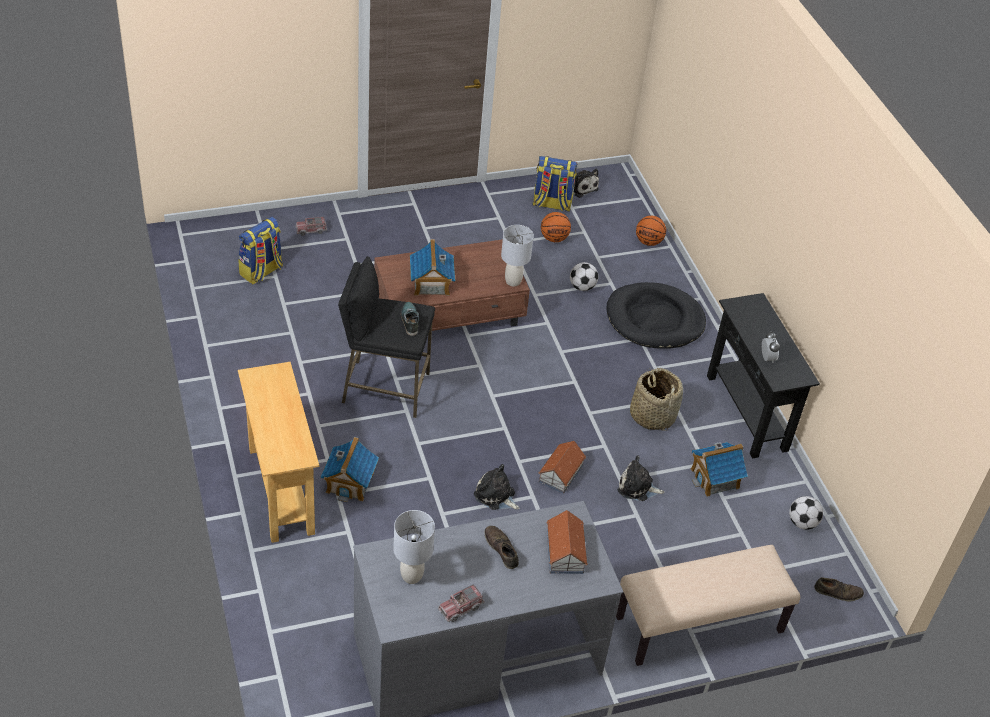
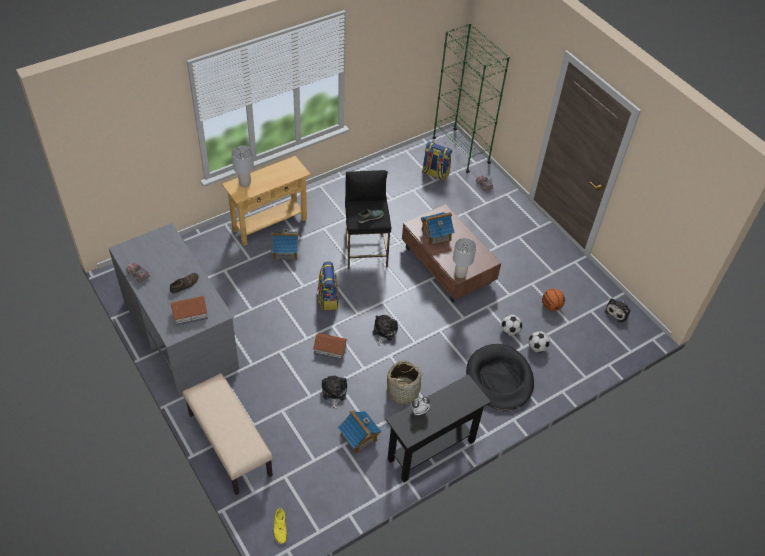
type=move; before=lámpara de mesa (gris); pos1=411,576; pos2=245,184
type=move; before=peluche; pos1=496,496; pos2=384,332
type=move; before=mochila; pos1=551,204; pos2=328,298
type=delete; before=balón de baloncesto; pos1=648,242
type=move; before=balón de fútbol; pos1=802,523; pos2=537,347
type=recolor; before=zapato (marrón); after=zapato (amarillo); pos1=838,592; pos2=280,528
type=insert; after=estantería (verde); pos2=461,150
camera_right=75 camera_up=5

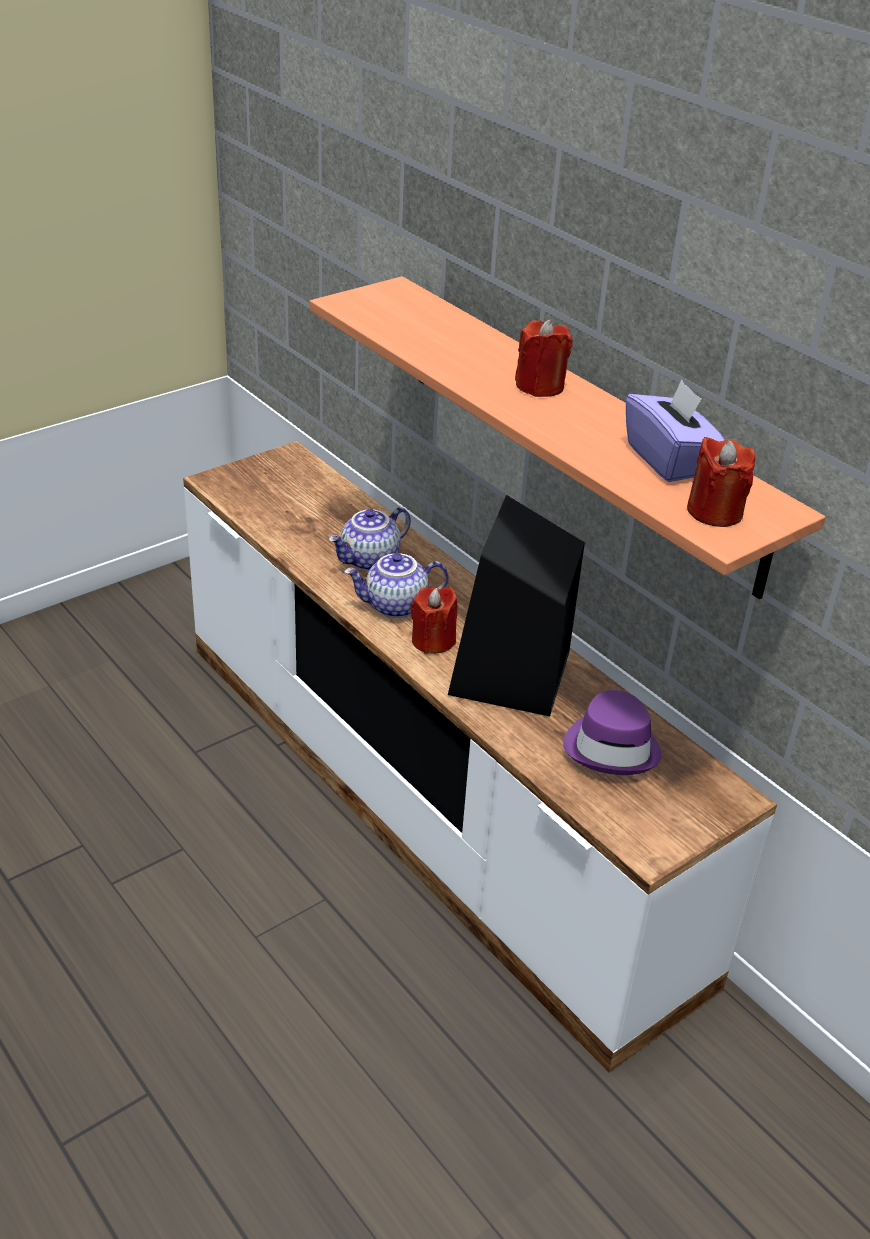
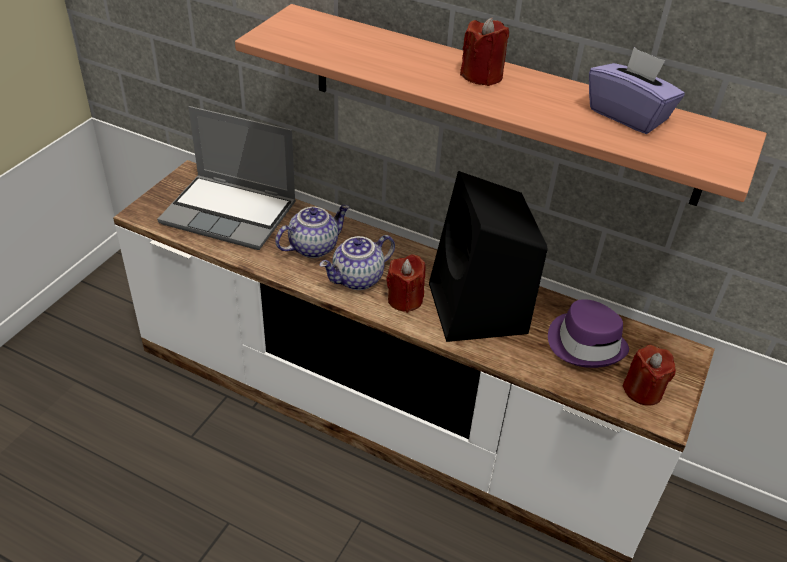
type=rotate; before=tetera; pos1=370,561; pos2=313,246; turn=-150
type=move; before=vela (rojo); pos1=714,512; pos2=643,390
type=insert; after=portátil; pos2=231,213
camera_right=-25 camera_up=5

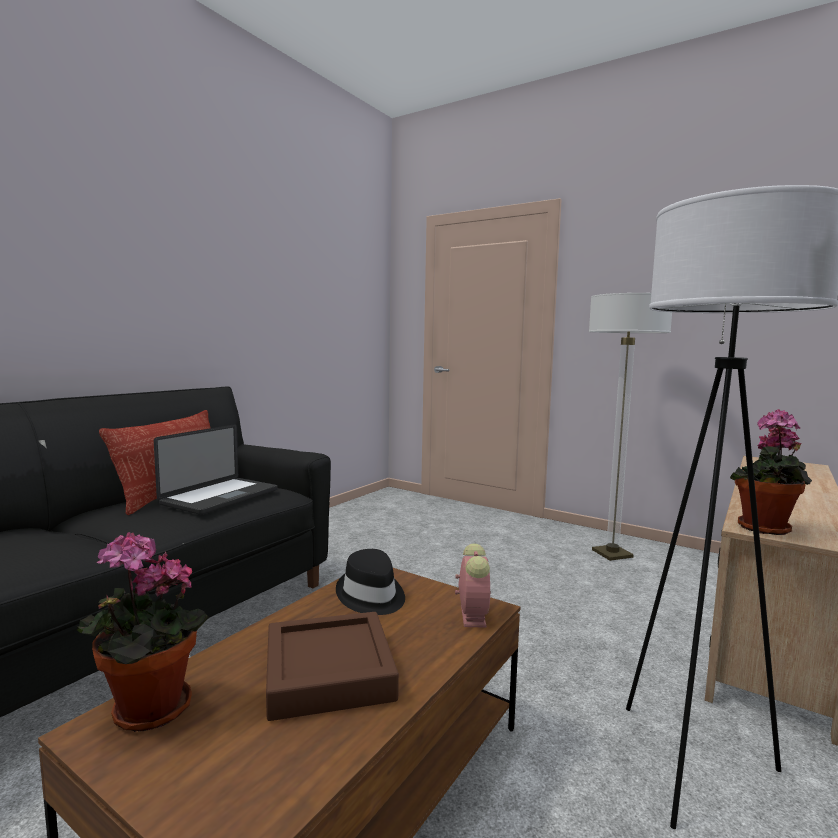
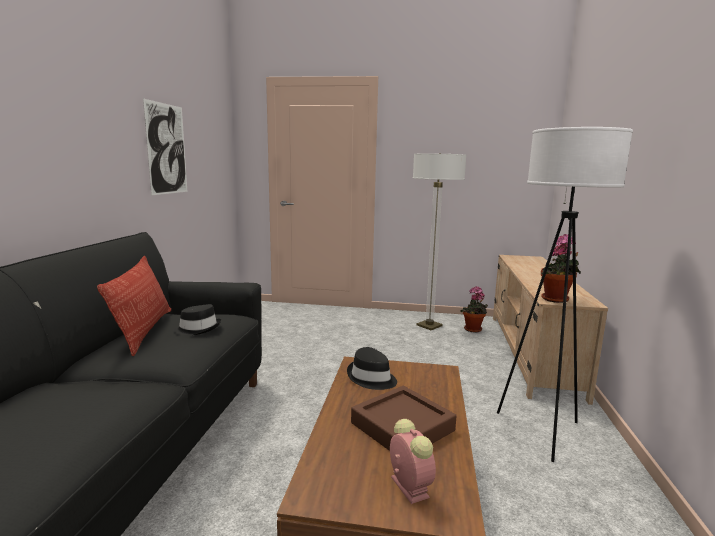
type=move; before=planta en maceta; pos1=146,713; pos2=473,330
type=replace; before=portátil; after=sombrero (negro); pos1=220,497; pos2=198,329
type=move; before=despertador; pos1=472,615; pos2=408,486
type=insert; after=cuadro; pos2=167,149
camera_right=-25 camera_up=5

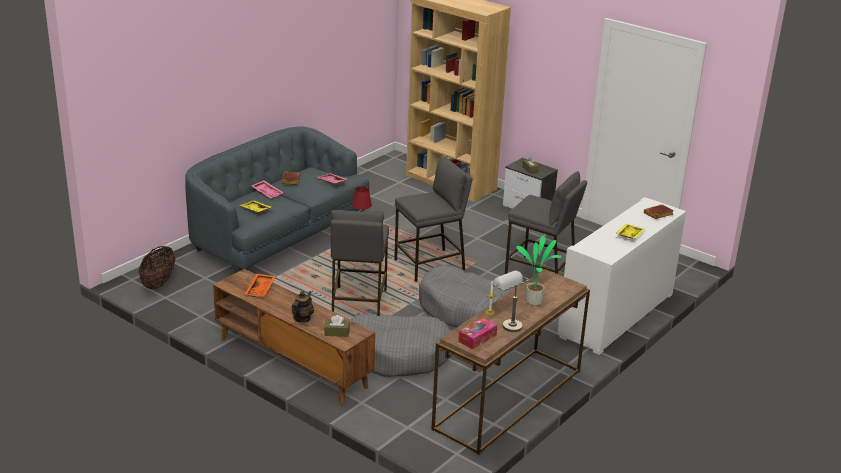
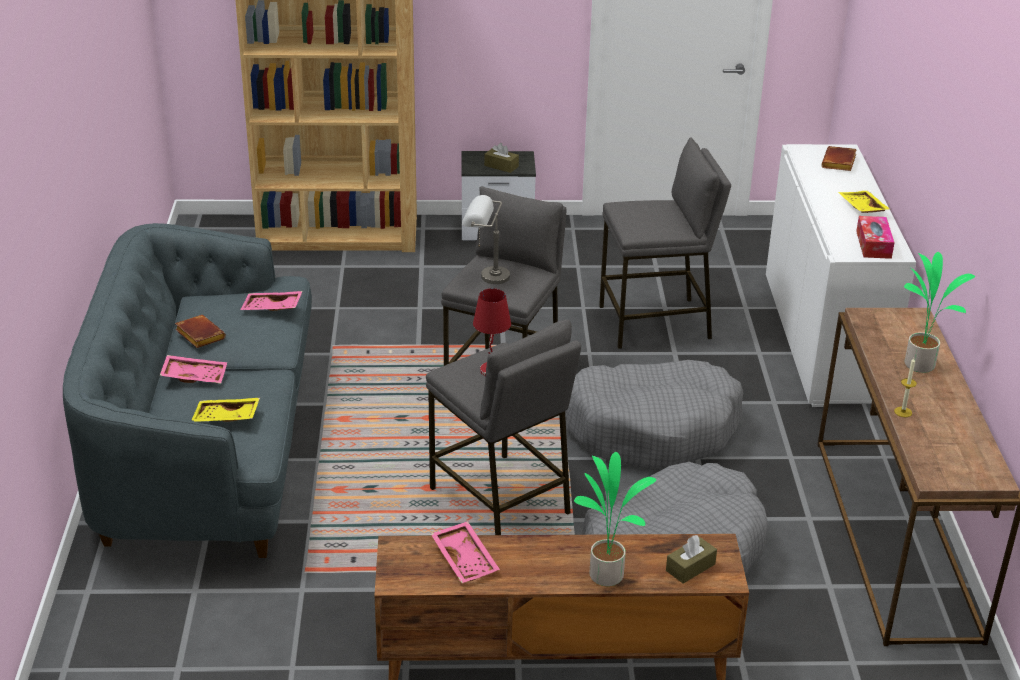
type=delete; before=cesta; pos1=158,282
type=recolor; before=bandeja (naranja); after=bandeja (rosa); pos1=261,289; pos2=466,559
type=replace; before=tetera; after=planta en maceta; pos1=302,319; pos2=607,574
type=move; before=caja de pañuelos; pos1=477,338; pos2=873,244
type=move; before=lámpara de mesa (gris); pos1=507,324; pos2=485,276
camera_right=-40 camera_up=5

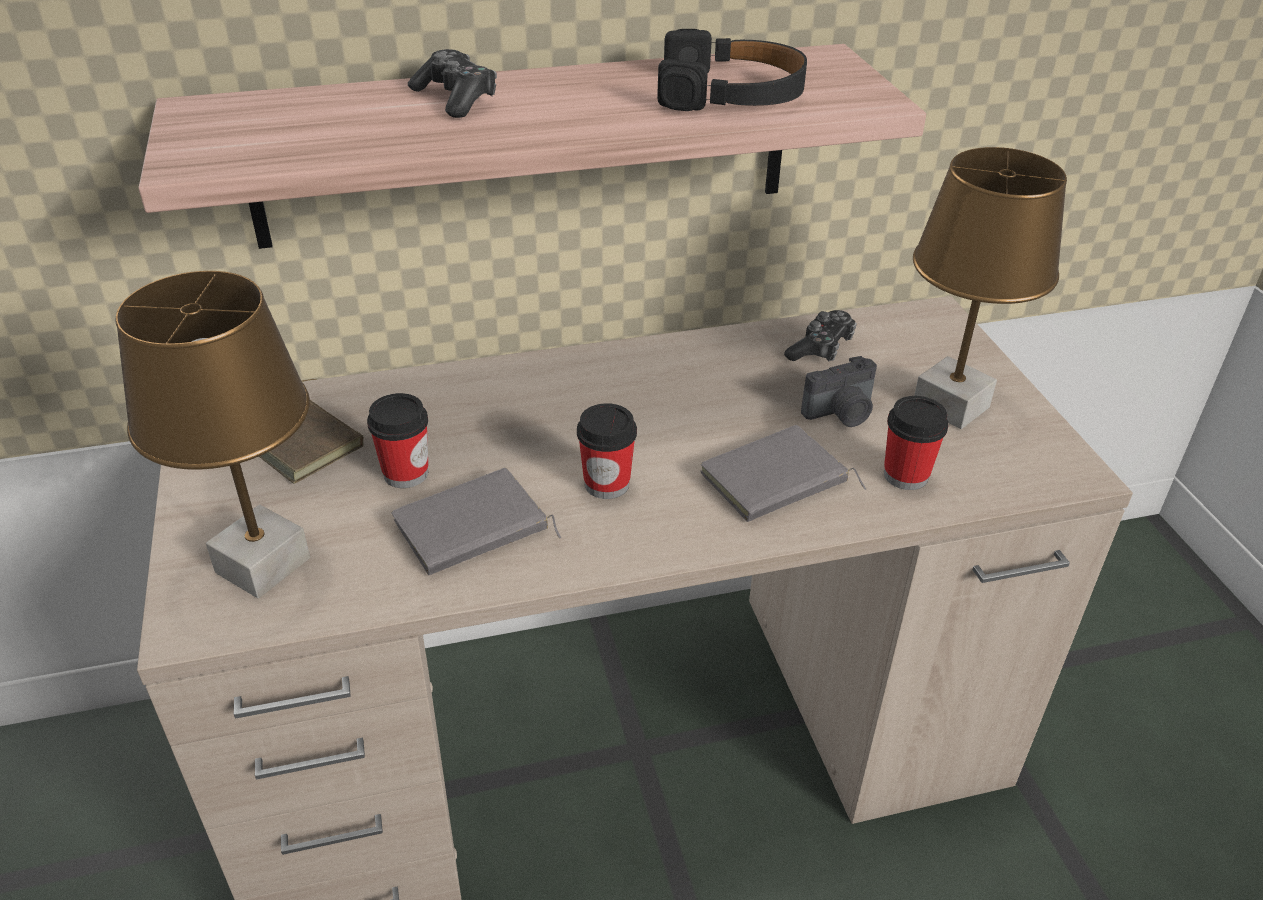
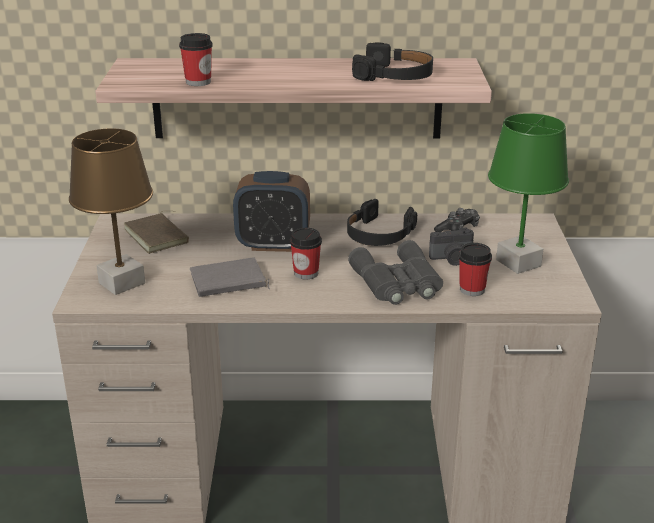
type=move; before=taza; pos1=406,473; pos2=198,82
type=delete; before=mando de consola; pos1=456,98
type=replace; before=libro (gris); after=prismáticos (gris); pos1=775,482; pos2=397,283
type=recolor; before=lámpara de mesa (marrón); after=lámpara de mesa (verde); pos1=952,406; pos2=519,263
type=insert; after=despertador; pos2=273,245
type=insert; after=auriculares (negro); pos2=379,234
camera_right=15 camera_up=-10

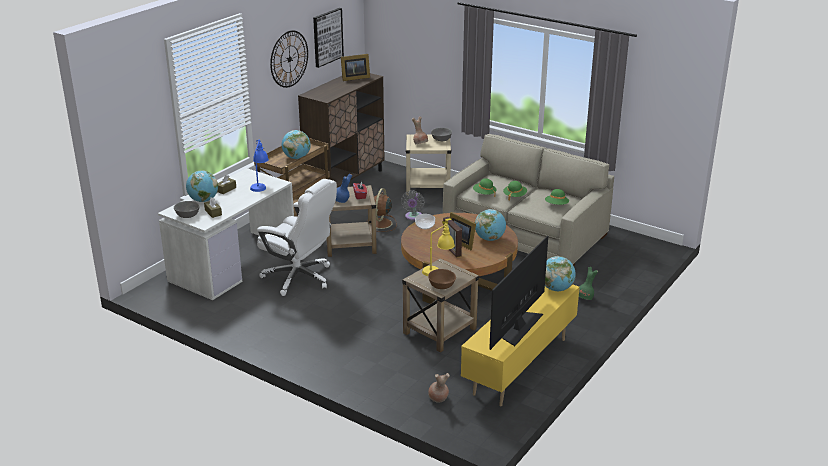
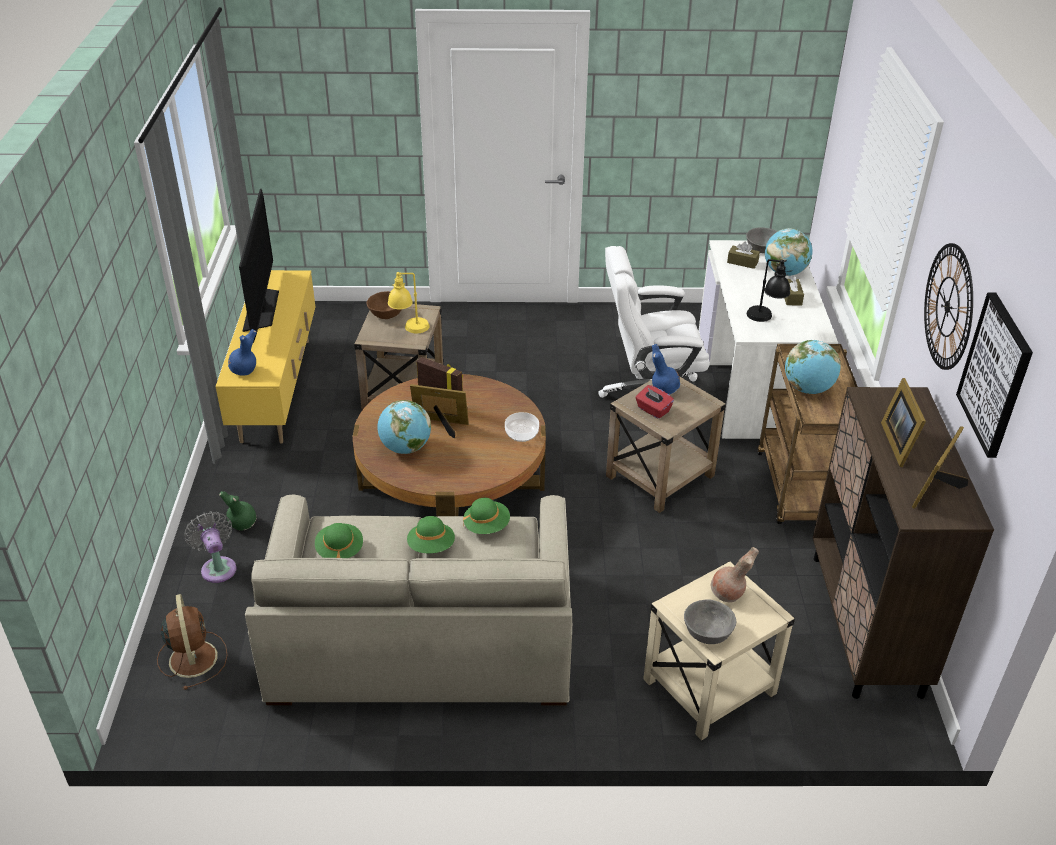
type=recolor; before=lámpara de mesa (azul); after=lámpara de mesa (negro); pos1=260,185; pos2=765,320
type=move; before=ventilador (marrón); pos1=381,224; pos2=193,657
type=move; before=ventilador (gris); pos1=413,217; pos2=218,567
type=delete; before=florero (marrón); pos1=438,399
type=replace; before=globo terráqueo; after=florero (azul); pos1=556,289; pos2=244,371
type=insert; after=portarretratos; pos2=899,443
camera_right=145 camera_up=10

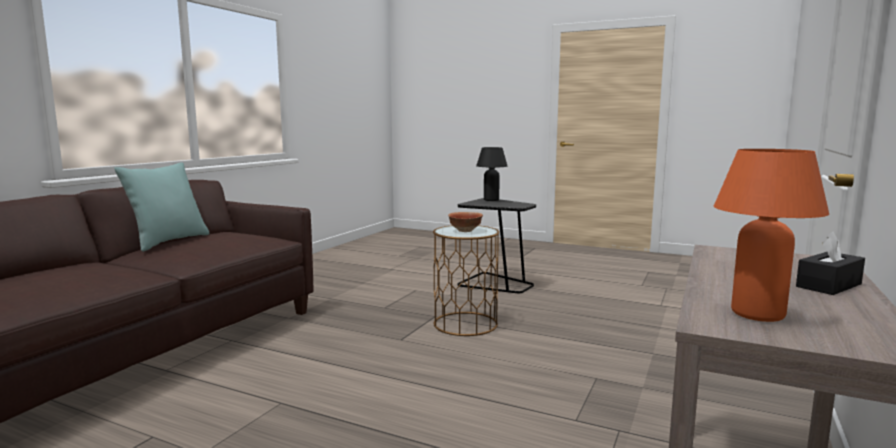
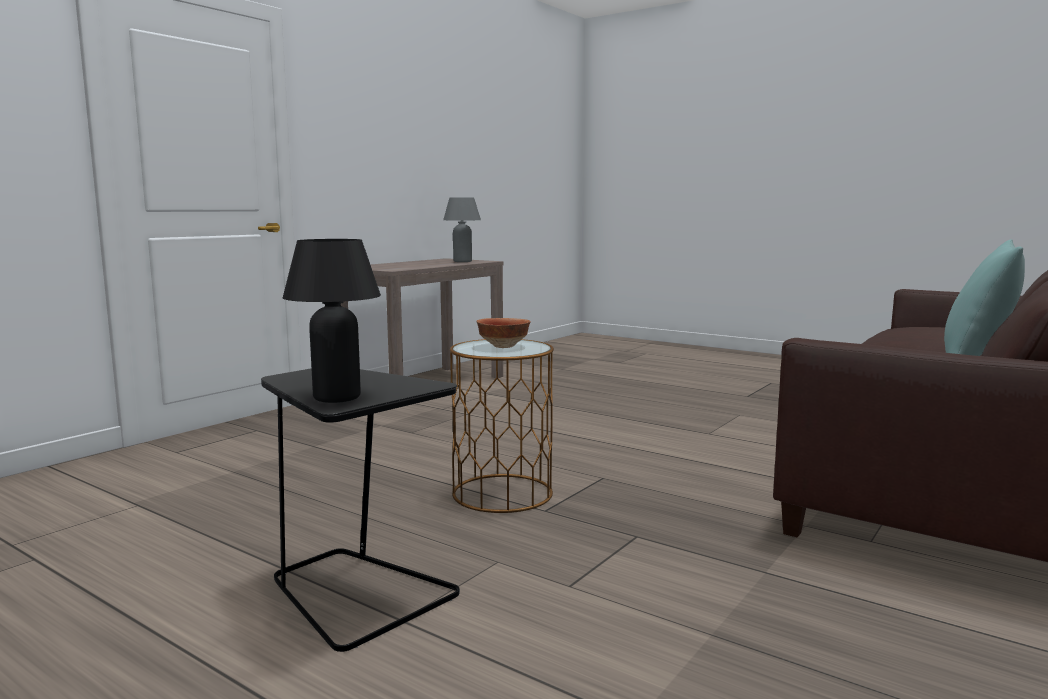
type=recolor; before=lámpara de mesa (naranja); after=lámpara de mesa (gris); pos1=757,314; pos2=462,261
type=delete; before=caja de pañuelos (negro); pos1=828,285
camera_right=-170 camera_up=0

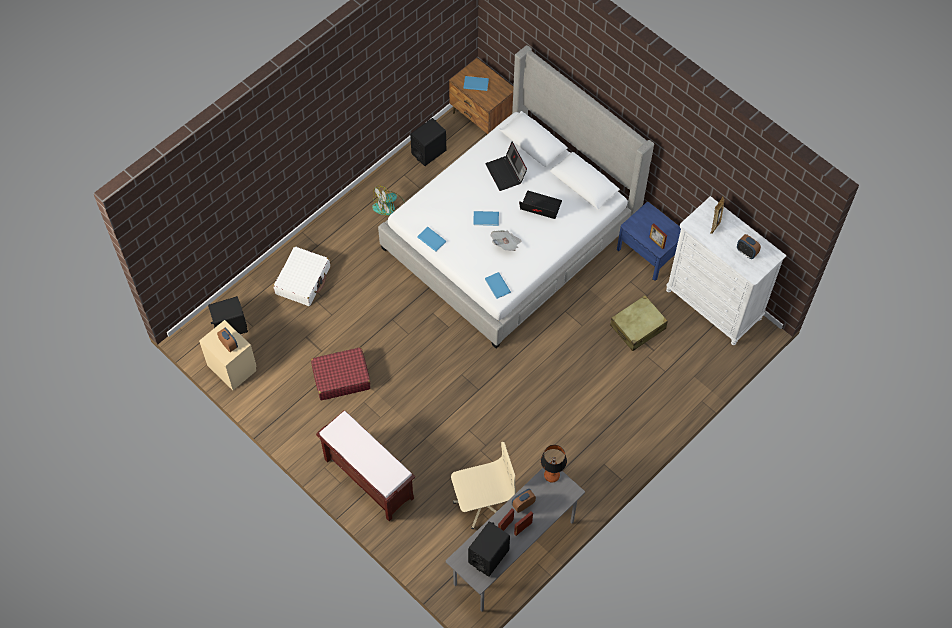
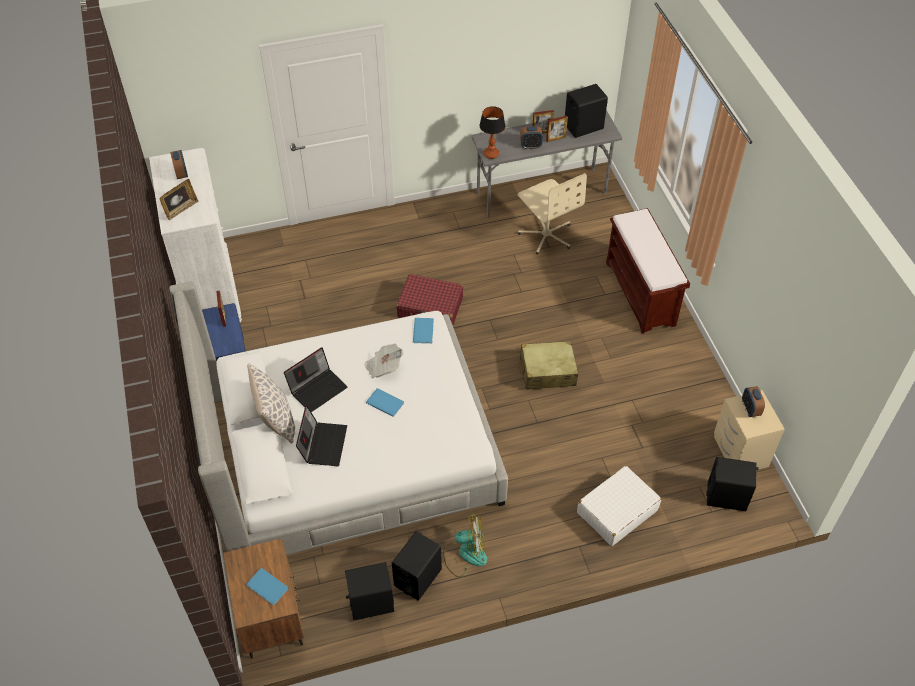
type=move; before=maleta (rojo); pos1=341,378; pos2=430,308
type=delete; before=libro (azul); pos1=431,238
type=rotate; before=silla de oficina (beis); pos1=481,503; pos2=546,235; turn=-135
type=rotate; before=portátil; pos1=539,208; pos2=317,388; turn=-90
type=move; before=maleta (beis); pos1=638,327; pos2=547,371
type=insert; after=cojín; pos2=275,420
type=insert; after=altavoz (negro); pos2=418,577
camera_right=-150 camera_up=-10

